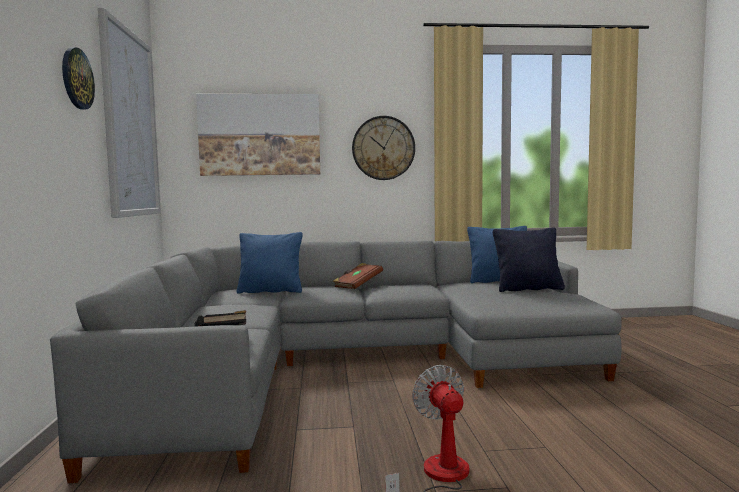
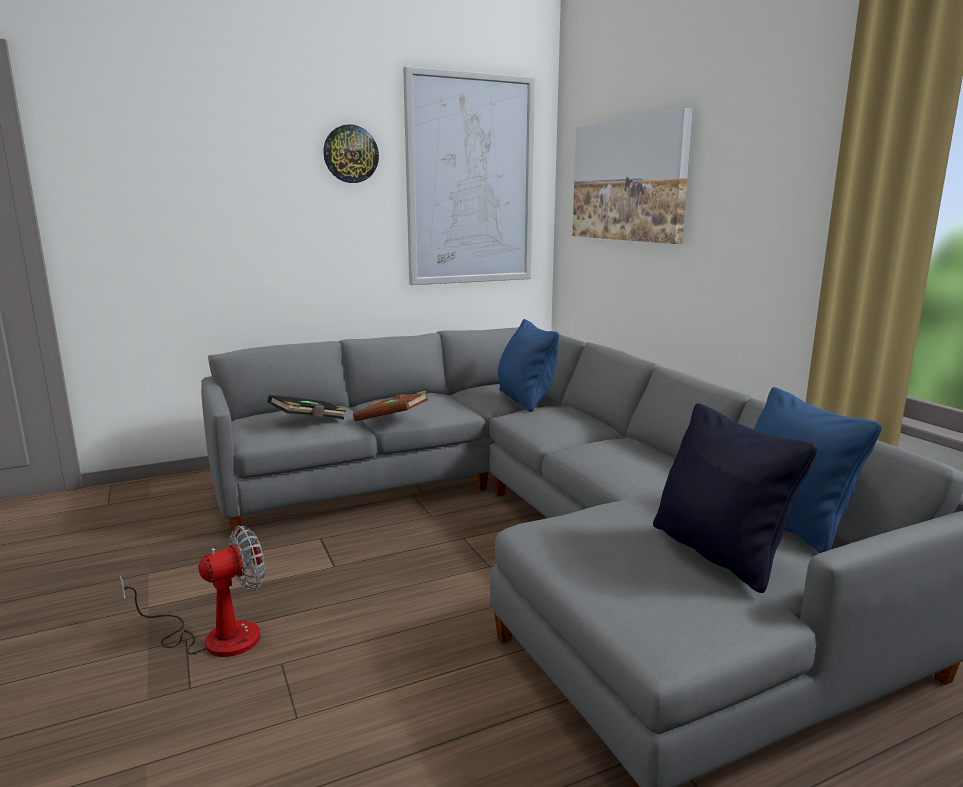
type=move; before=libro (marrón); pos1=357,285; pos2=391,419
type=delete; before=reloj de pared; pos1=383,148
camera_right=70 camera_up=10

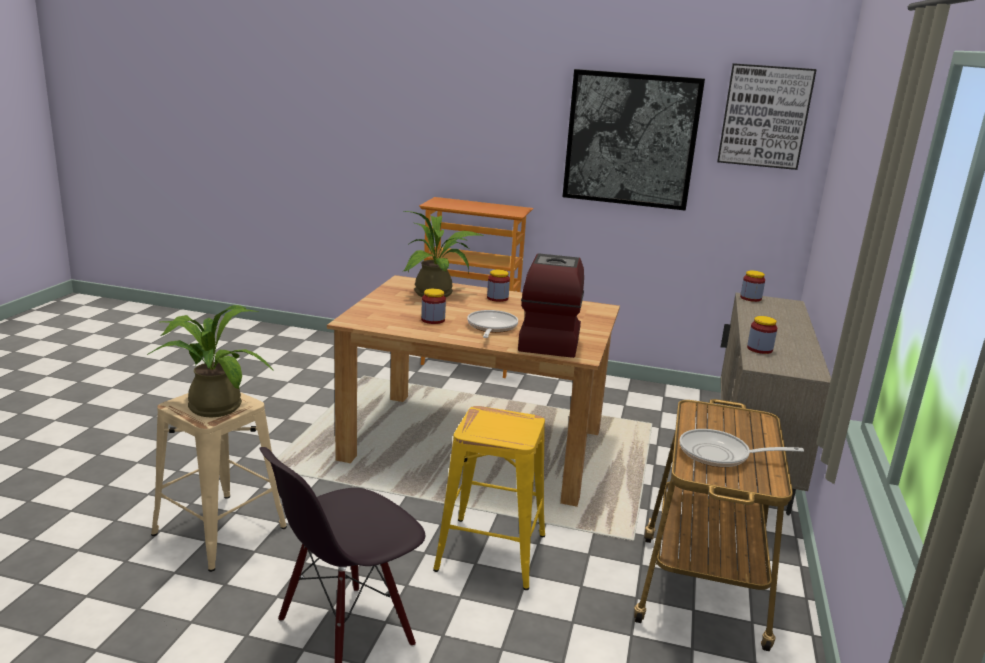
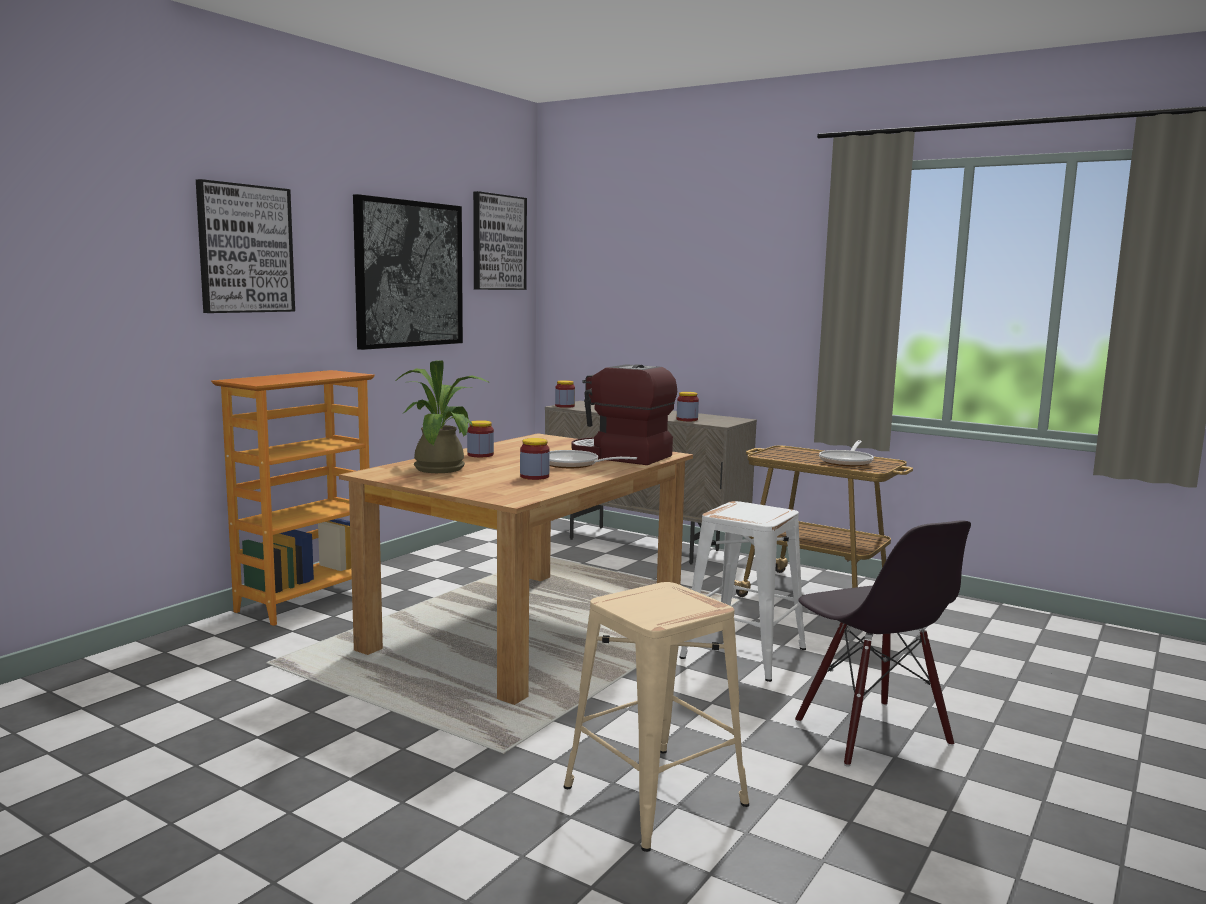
type=delete; before=planta en maceta; pos1=211,405
type=recolor; before=taburete (amarillo); after=taburete (blanco); pos1=491,552; pos2=744,653
type=insert; after=cuadro; pos2=245,249
camera_right=-70 camera_up=-10

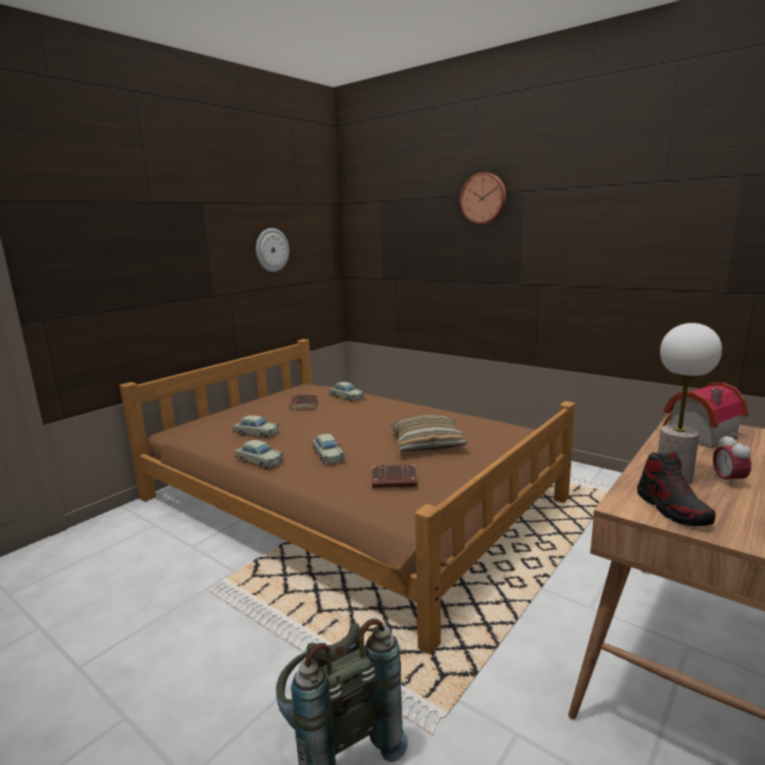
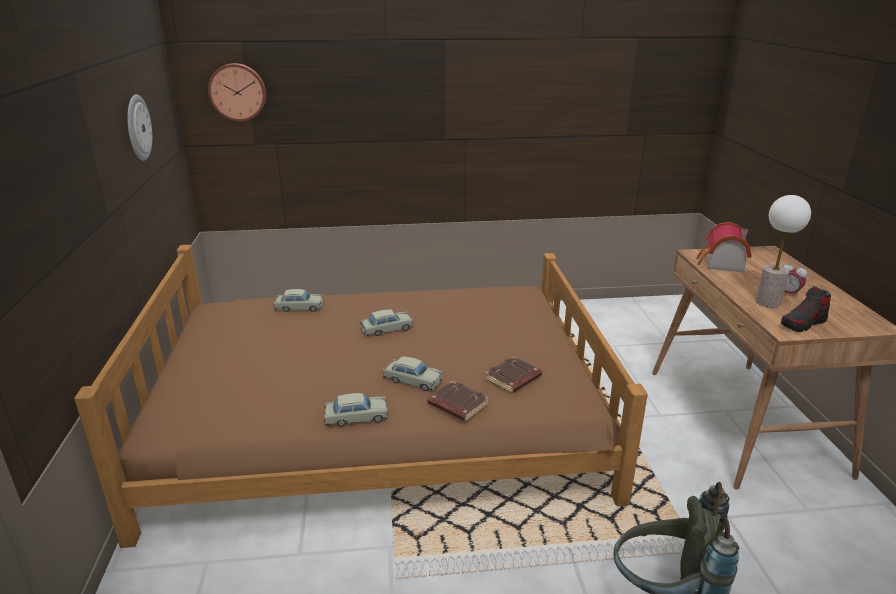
type=move; before=coche de juguete (beis); pos1=256,433; pos2=387,329
type=move; before=libro (marrón); pos1=303,405; pos2=457,405
type=delete; before=cojín; pos1=427,444
type=move; before=reloj de pared; pos1=484,198; pos2=238,92
type=rotate; before=zapato; pos1=672,509; pos2=803,323; turn=120
camera_right=-45 camera_up=10

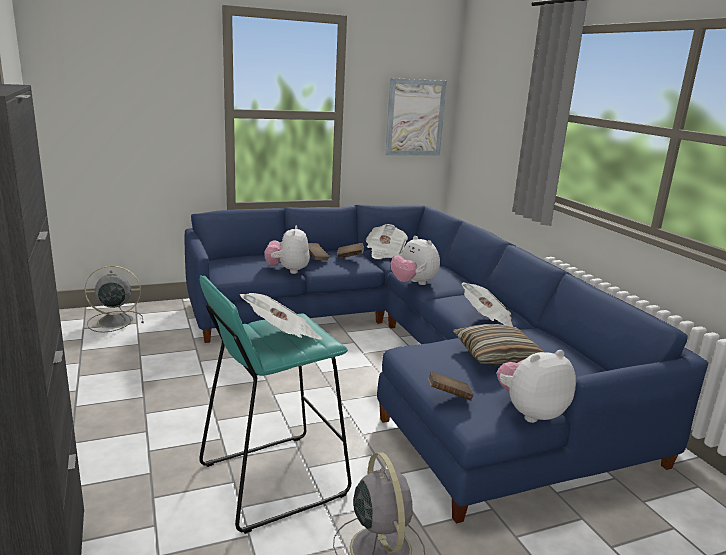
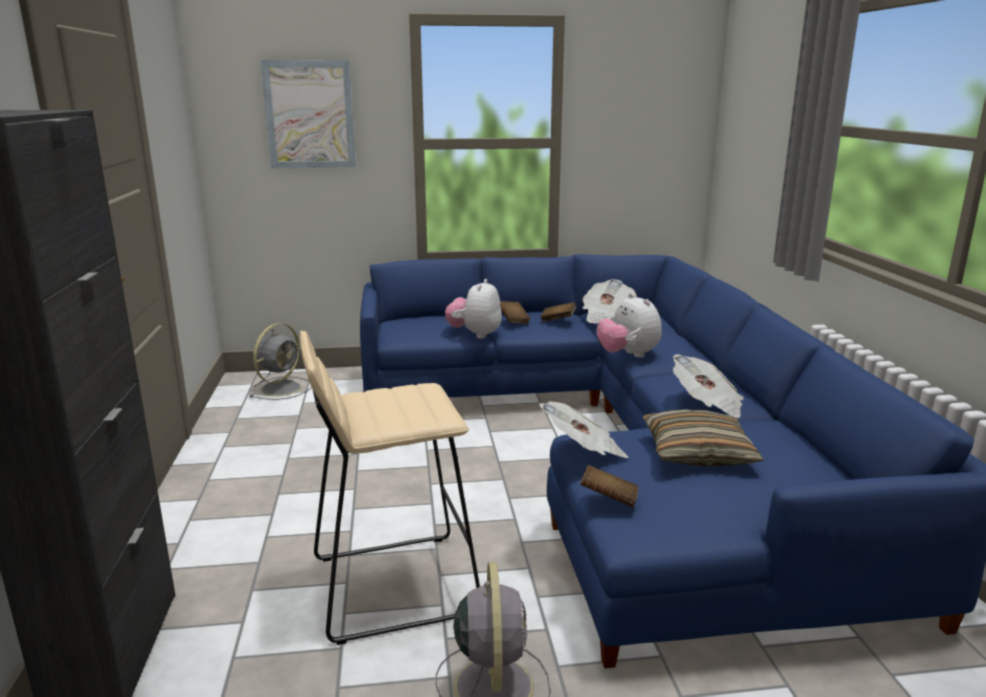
type=rotate; before=ventilador (gris); pos1=114,321; pos2=282,388; turn=120
type=recolor; before=taburete (turquesa); after=taburete (beis); pos1=272,479; pos2=392,585
type=move; before=periódico; pos1=282,336; pos2=583,451
type=move; before=cuadro; pos1=415,118; pos2=310,115
type=delete; before=peluche; pos1=530,412
camera_right=15 camera_up=0

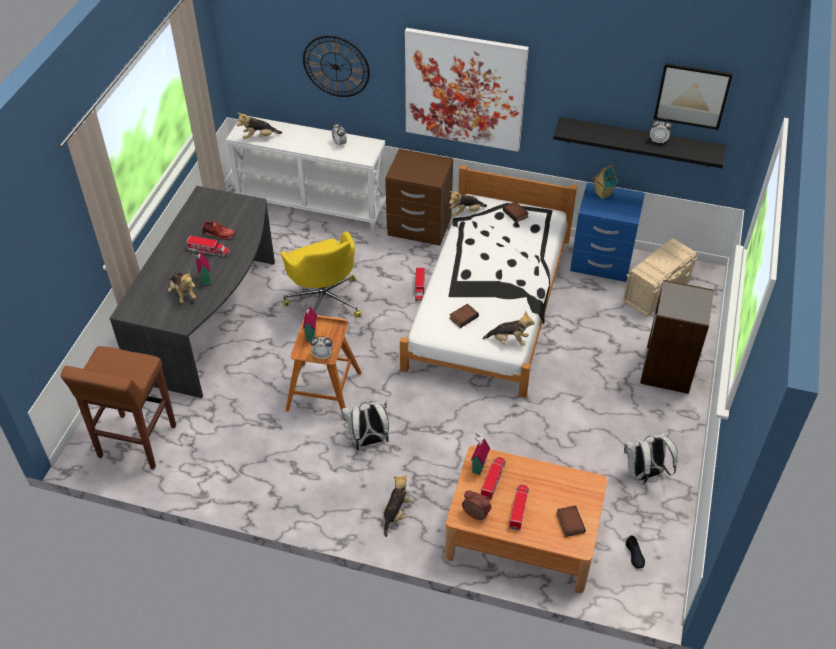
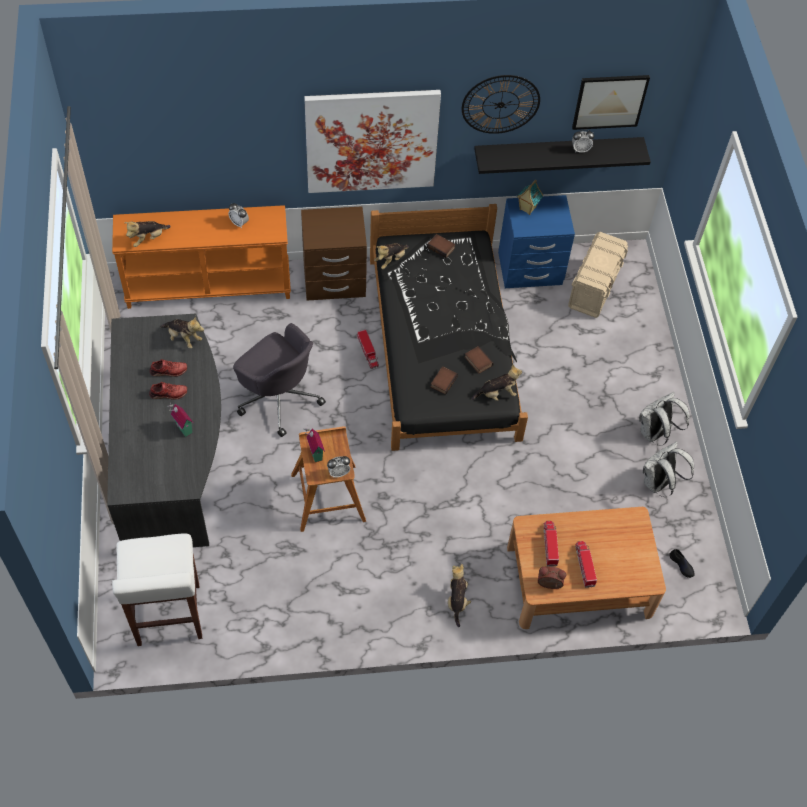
type=recolor; before=taburete (marrón); after=taburete (blanco); pos1=137,442; pos2=168,616
type=move; before=peluche; pos1=183,293; pos2=183,338
type=replace; before=camión de juguete; after=zapato (rojo); pos1=208,250; pos2=168,394
type=recolor; before=mesa consola (blanco); after=mesa consola (naranja); pos1=312,204; pos2=209,285
type=recolor; before=silla de oficina (amarillo); after=silla de oficina (gris); pos1=324,301; pos2=278,397
type=move; before=reloj de pared; pos1=336,66; pos2=500,104
type=move; before=mochila (blanco); pos1=368,441; pos2=655,433
type=recolor; before=cama (blanco); after=cama (negro); pos1=489,301; pos2=442,346
type=delete; before=casita; pos1=478,466
type=move; before=libro; pos1=569,522; pos2=477,361
type=delete; before=estantería (gris); pos1=668,370
camera_right=-25 camera_up=10

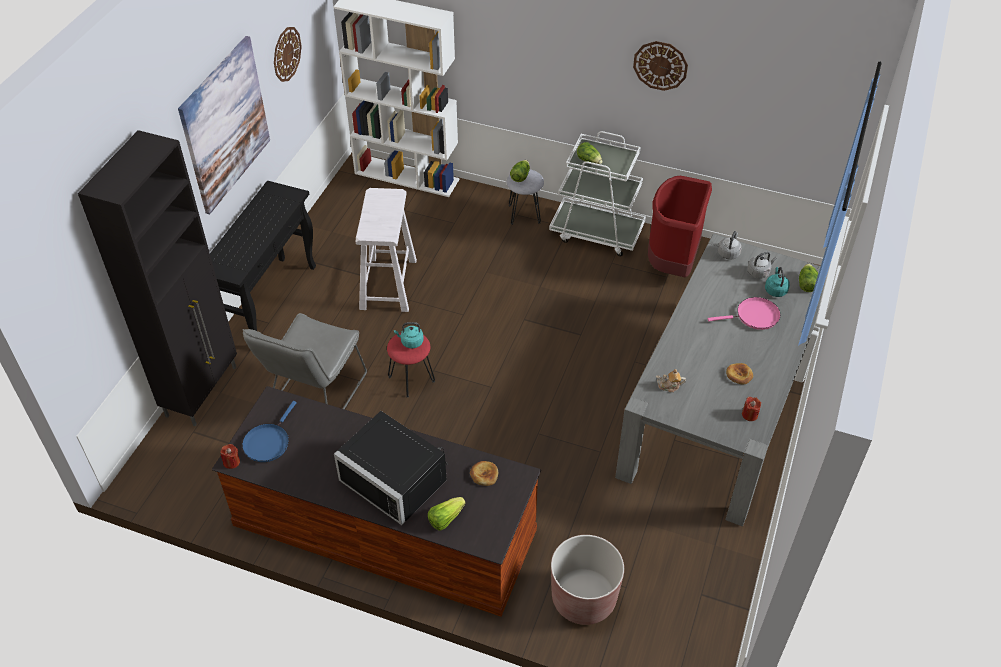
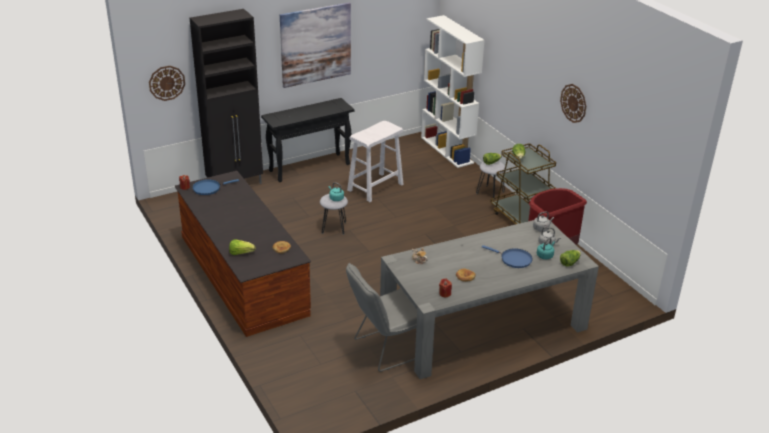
type=move; before=silla (gris); pos1=314,396; pos2=388,348
type=move; before=reloj de pared; pos1=286,54; pos2=167,83
type=delete; before=microondas (negro); pos1=398,477
type=recolor; before=taburete (rojo); after=taburete (gris); pos1=411,379; pos2=334,228
type=recolor; before=carrito (blanco); after=carrito (marrón); pos1=597,232; pos2=521,219
type=delete; before=maceta (marrón); pos1=583,598
type=recolor; before=sartén (rosa); after=sartén (azul); pos1=754,316; pos2=514,259
camera_right=40 camera_up=-15

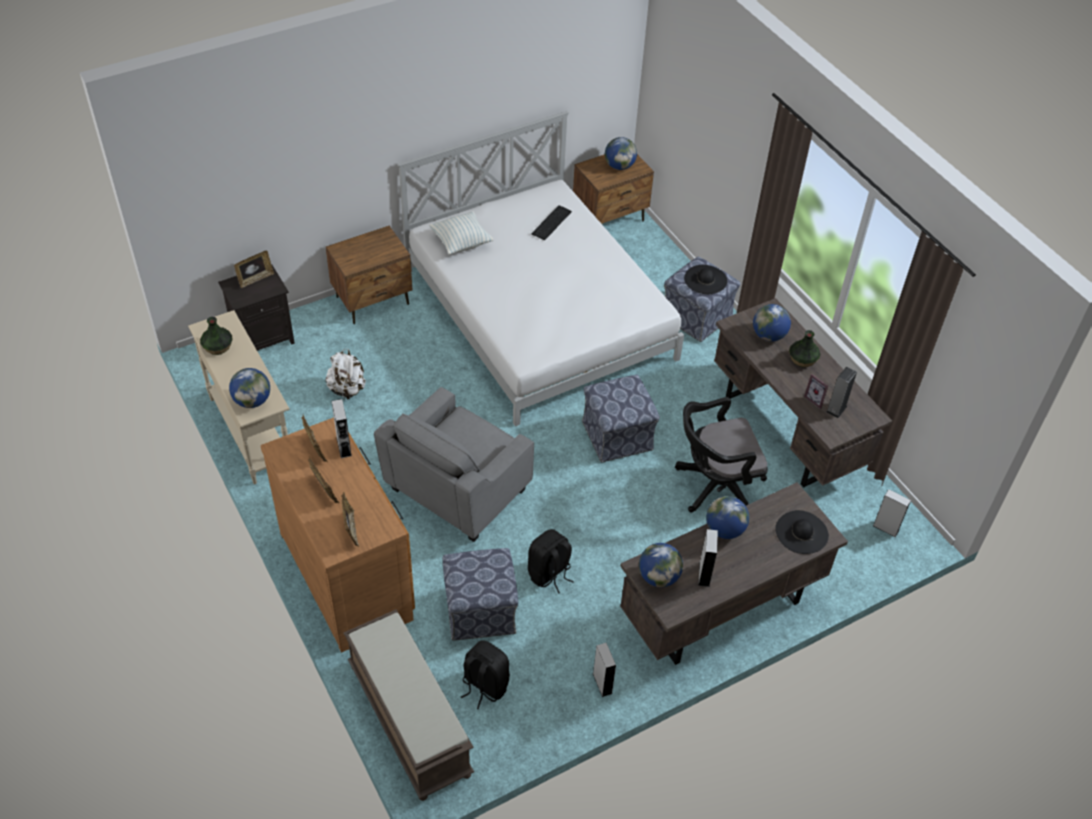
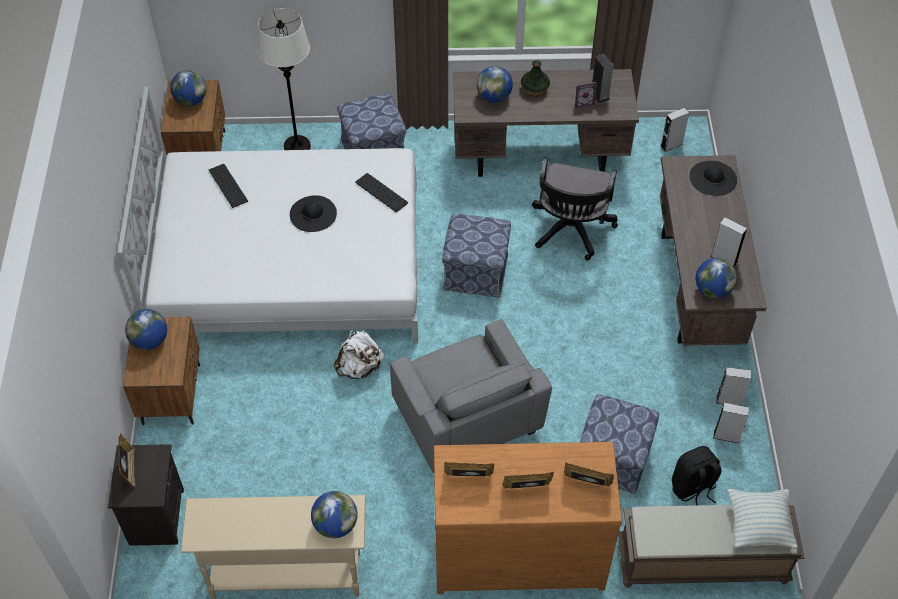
type=delete; before=florero; pos1=217,347
type=move; before=mochila (blanco); pos1=347,389; pos2=359,367
type=move; before=altavoz (gris); pos1=344,446; pos2=726,436
type=move; before=cojín; pos1=461,243; pos2=758,526
type=delete; before=mochila (negro); pos1=549,574
type=move; before=sombrero (negro); pos1=705,279; pos2=313,214
type=move; before=globo terráqueo; pos1=724,530; pos2=150,341
type=insert; after=lámpara de pie (blanco); pos2=297,146
type=insert; after=teclado; pos2=380,193
camera_right=-60 camera_up=5

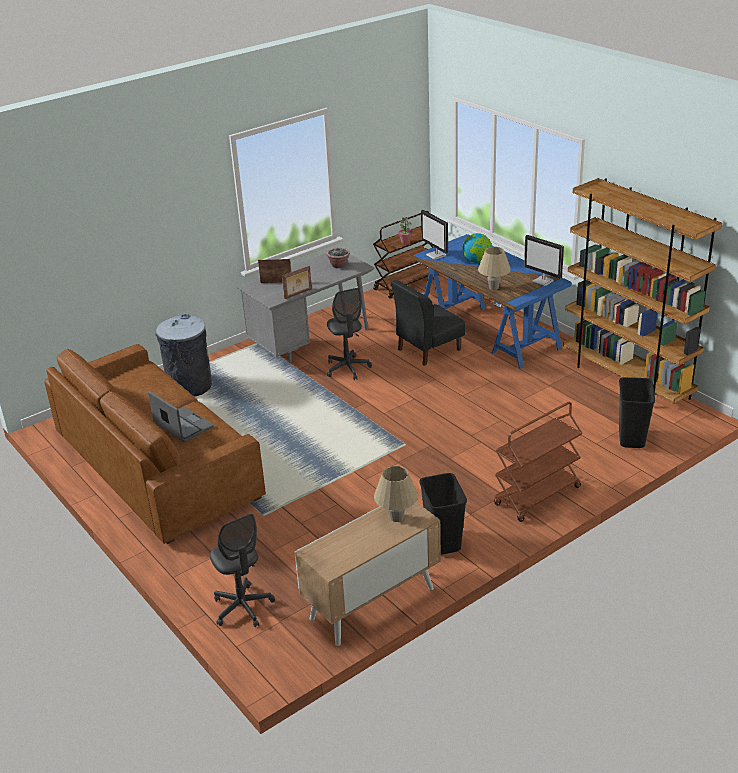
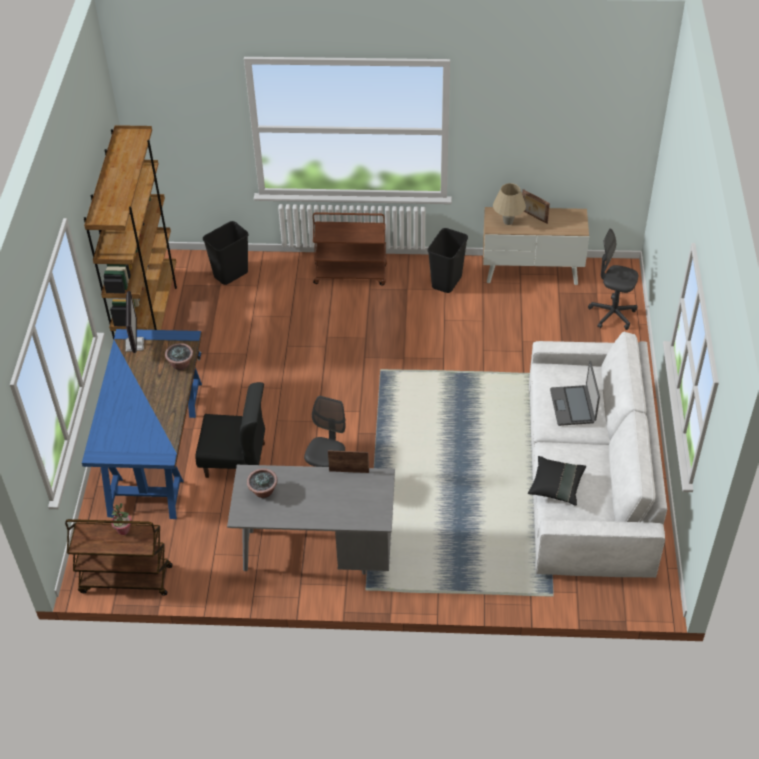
type=recolor; before=sofá (marrón); after=sofá (blanco); pos1=157,465; pos2=587,478
type=delete; before=papelera (gris); pos1=189,386
type=rotate; before=silla de oficina (gris); pos1=243,607; pos2=612,314; turn=-75
type=move; before=portarretratos; pos1=276,282; pos2=533,217
type=delete; before=monitor; pos1=436,255
type=delete; before=globo terráqueo; pos1=477,261
type=replace; before=lámpara de mesa (beis); after=planta en maceta; pos1=493,287; pos2=181,364
type=insert; after=cojín (negro); pos2=556,486
camera_right=-140 camera_up=15

